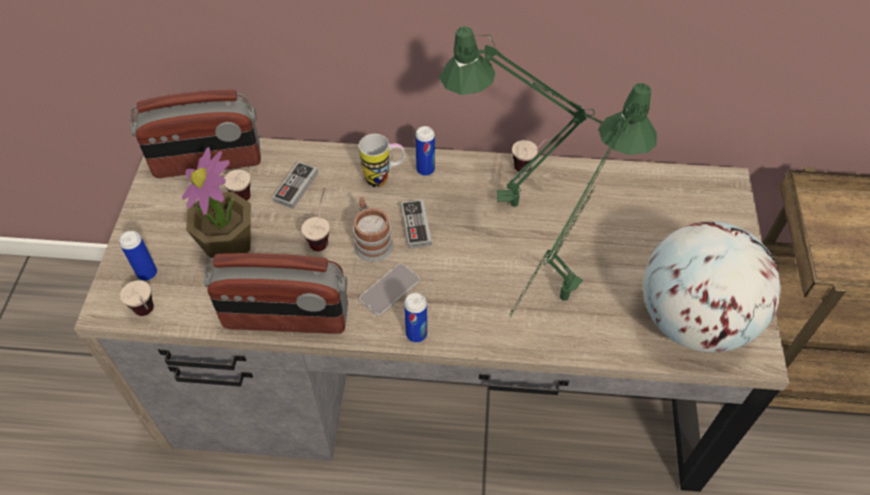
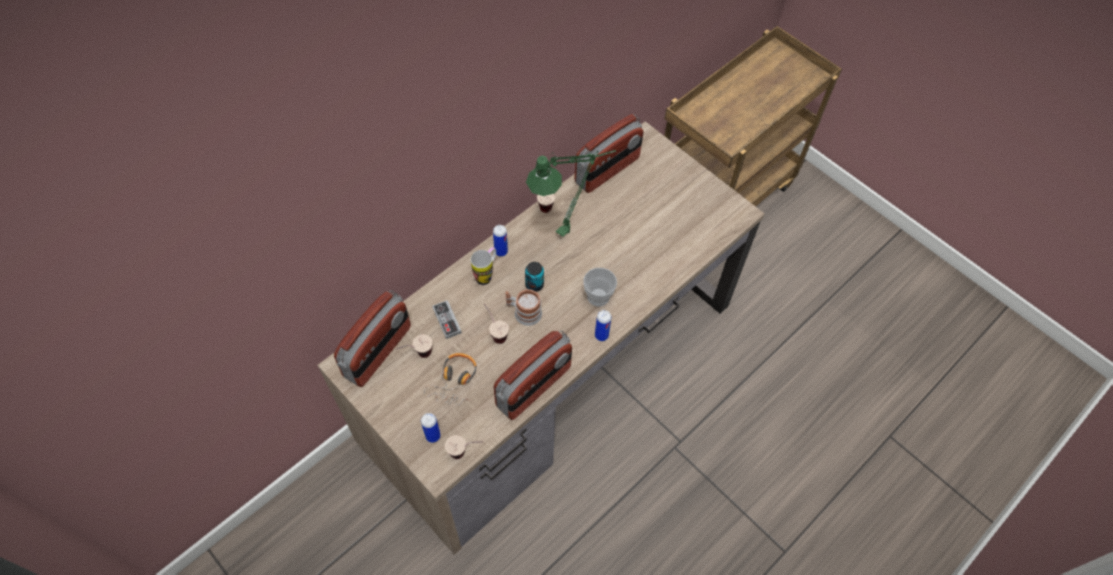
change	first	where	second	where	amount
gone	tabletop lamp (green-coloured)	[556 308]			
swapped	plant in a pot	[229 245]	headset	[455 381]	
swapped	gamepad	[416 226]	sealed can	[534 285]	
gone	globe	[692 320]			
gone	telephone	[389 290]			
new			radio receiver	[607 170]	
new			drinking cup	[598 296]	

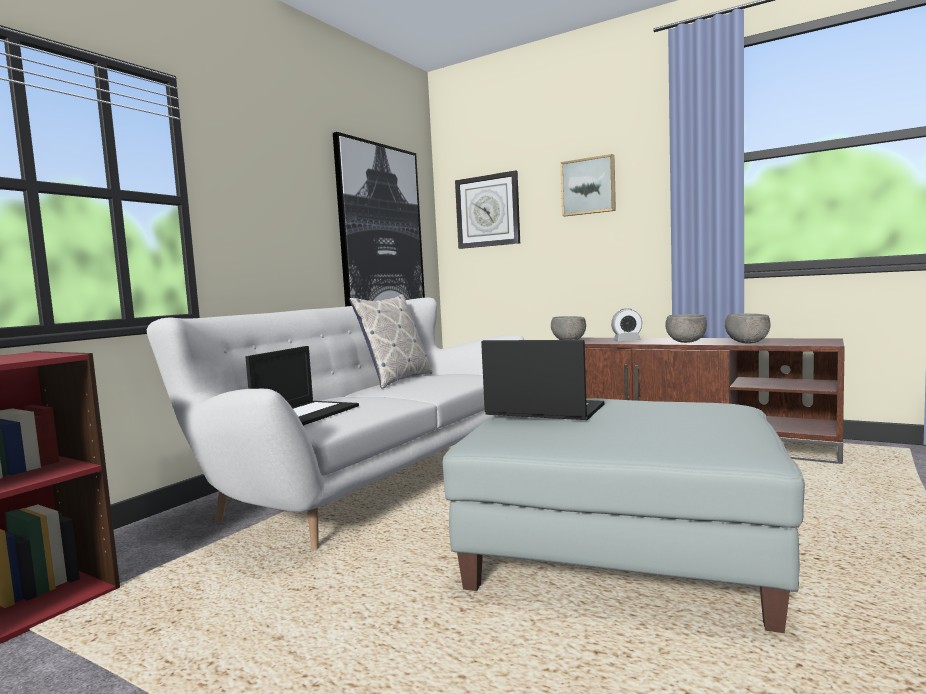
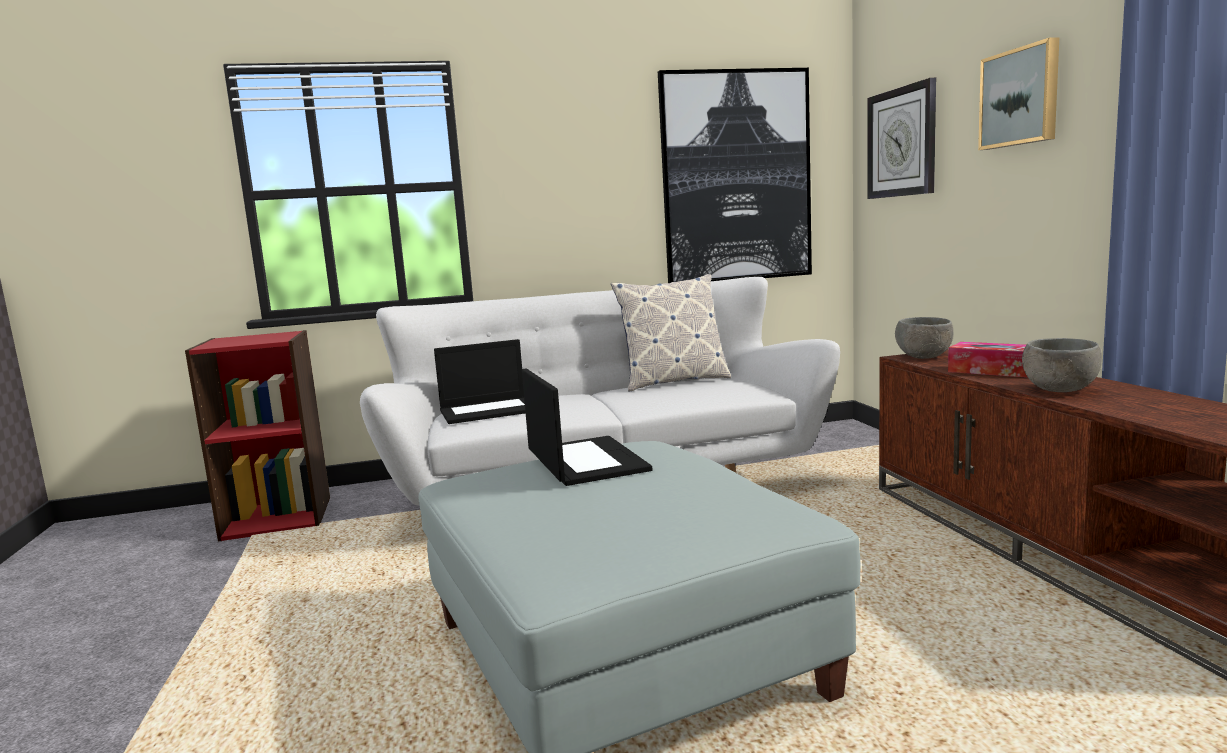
change	first	where	second	where	amount
swapped	bedside clock	[627 341]	tissue box	[992 371]	
gone	serving bowl (gray)	[747 343]			

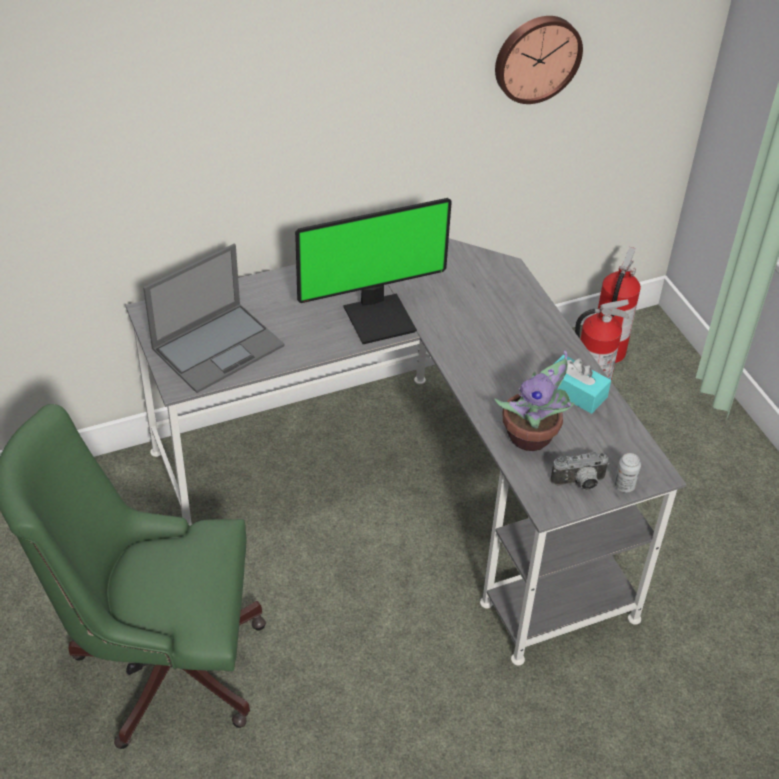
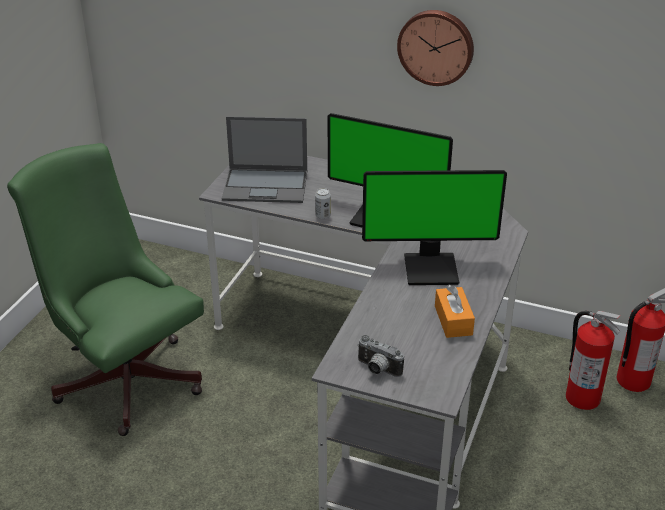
change	first	where	second	where	amount
shifted	hanging clock	[536 57]		[436 46]	
gone	plant in a pot	[532 438]			
repainted	tissue box (turquoise-coloured)	[575 392]	tissue box (orange-coloured)	[453 320]	
shifted	sealed can	[624 485]		[323 215]	
new			monitor	[431 268]	

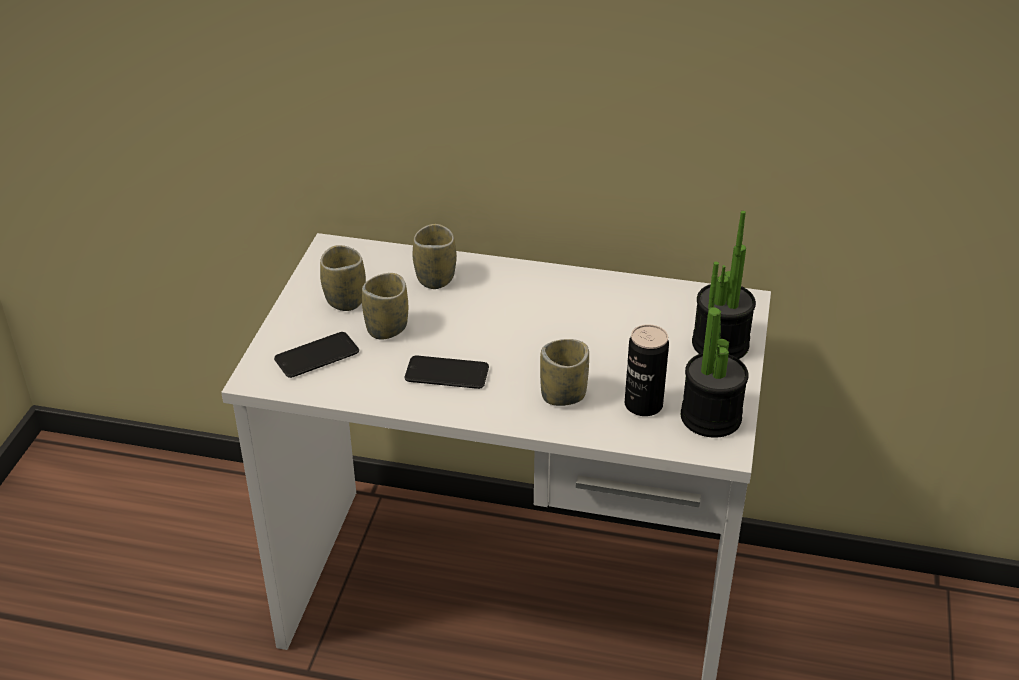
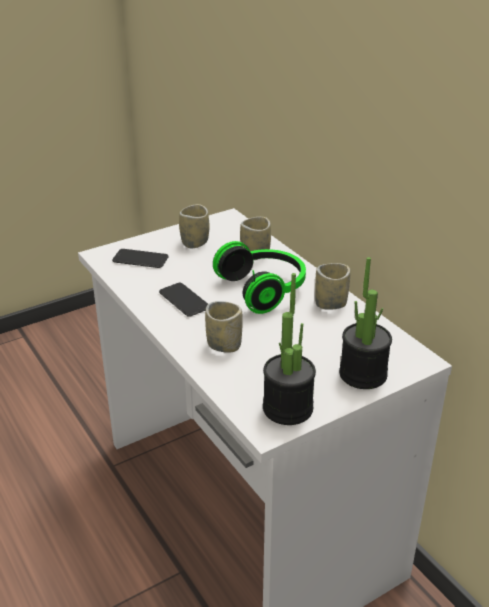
change	first	where	second	where	amount
shifted	drinking cup	[387 328]		[330 304]	
gone	sealed can	[643 405]			
new			headset	[265 289]	

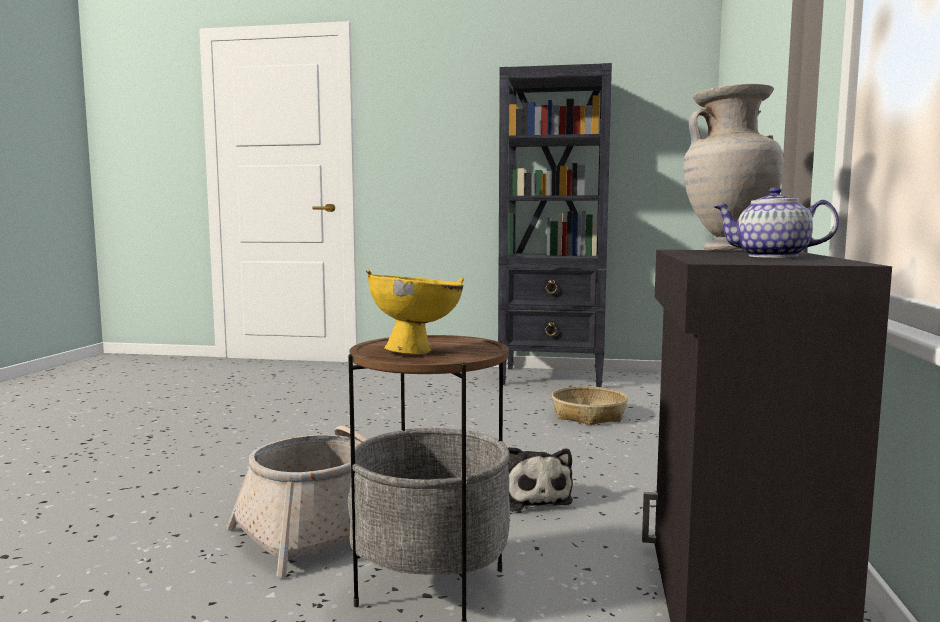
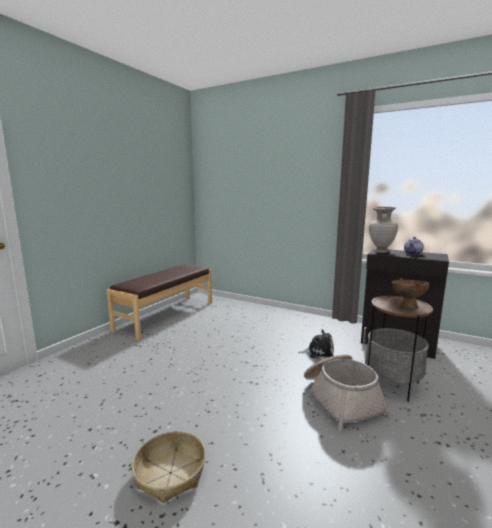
change	first	where	second	where	amount
swapped	bookcase (black)	[553 378]	bench (brown)	[166 315]	
repainted	serving bowl (yellow)	[418 351]	serving bowl (brown)	[407 306]	
shifted	household basket	[588 415]		[170 473]	

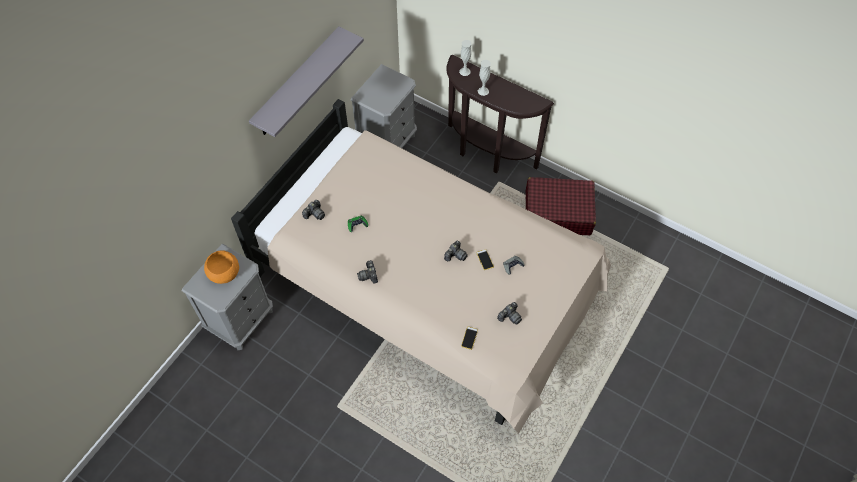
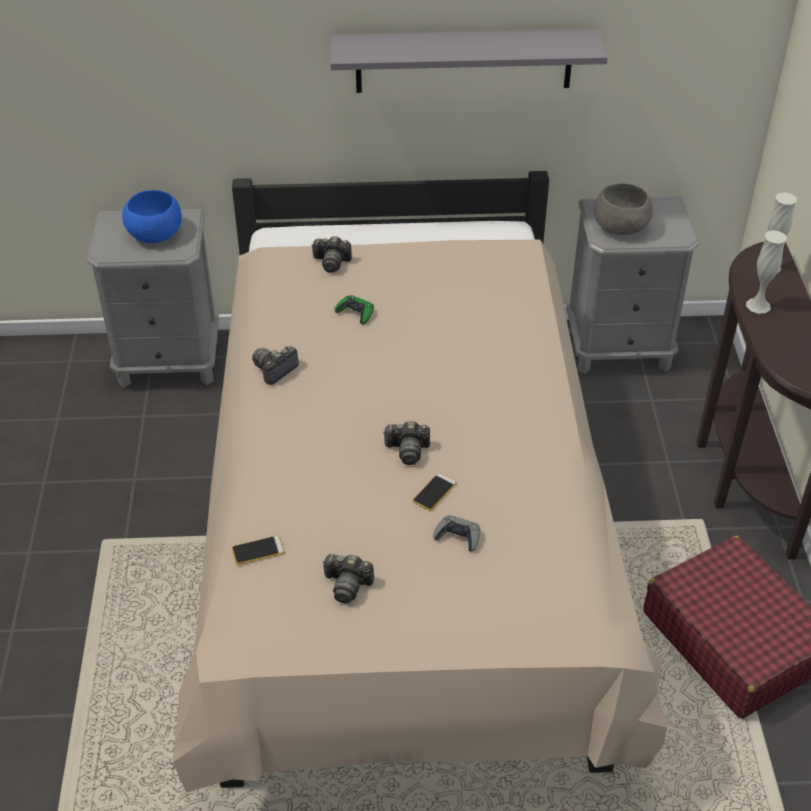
change	first	where	second	where	amount
repainted	serving bowl (orange-coloured)	[224 273]	serving bowl (blue)	[155 234]	
new			serving bowl (gray)	[621 226]	

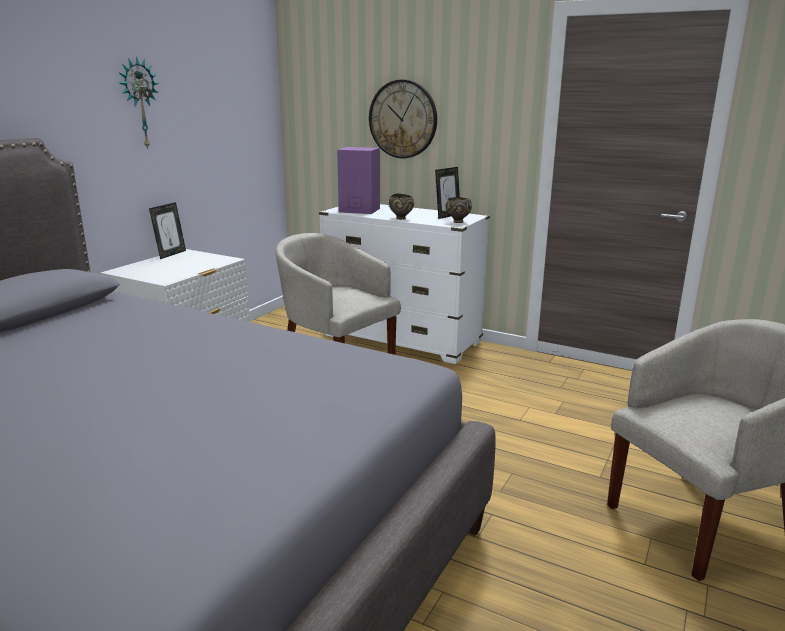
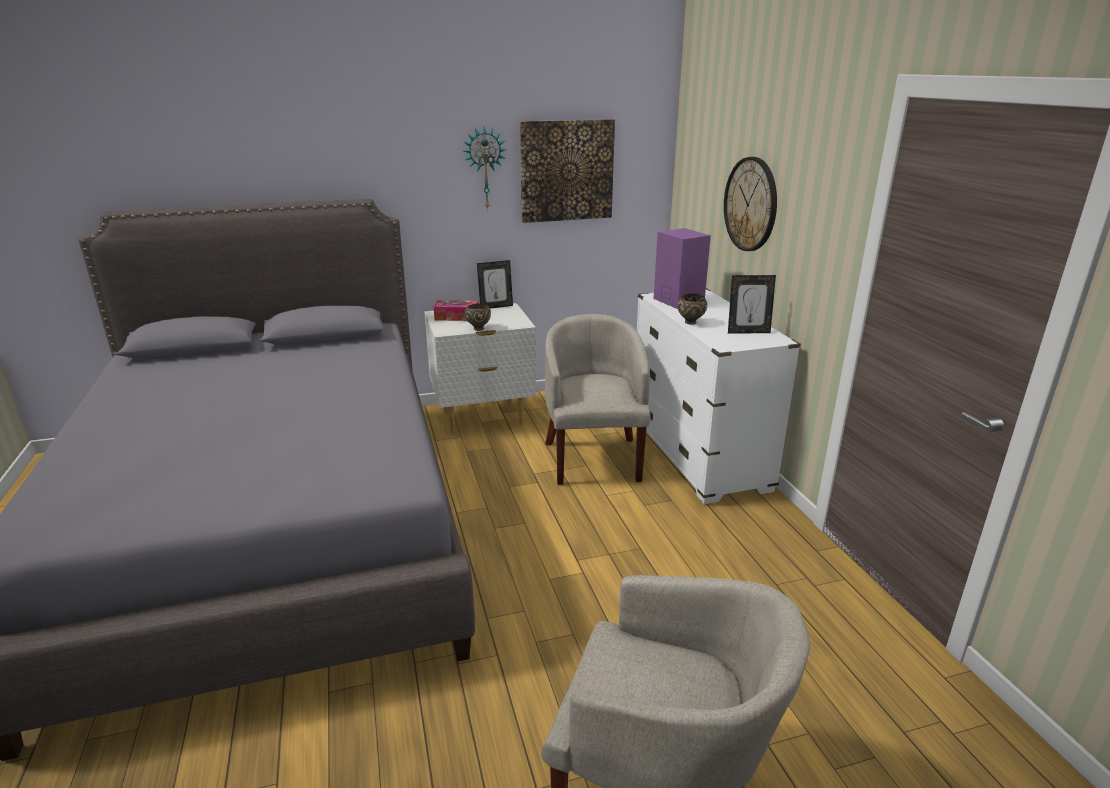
change	first	where	second	where	amount
shifted	serving bowl (brown)	[457 222]		[478 328]	
new			wall picture	[566 171]	
new			tissue box	[456 317]	

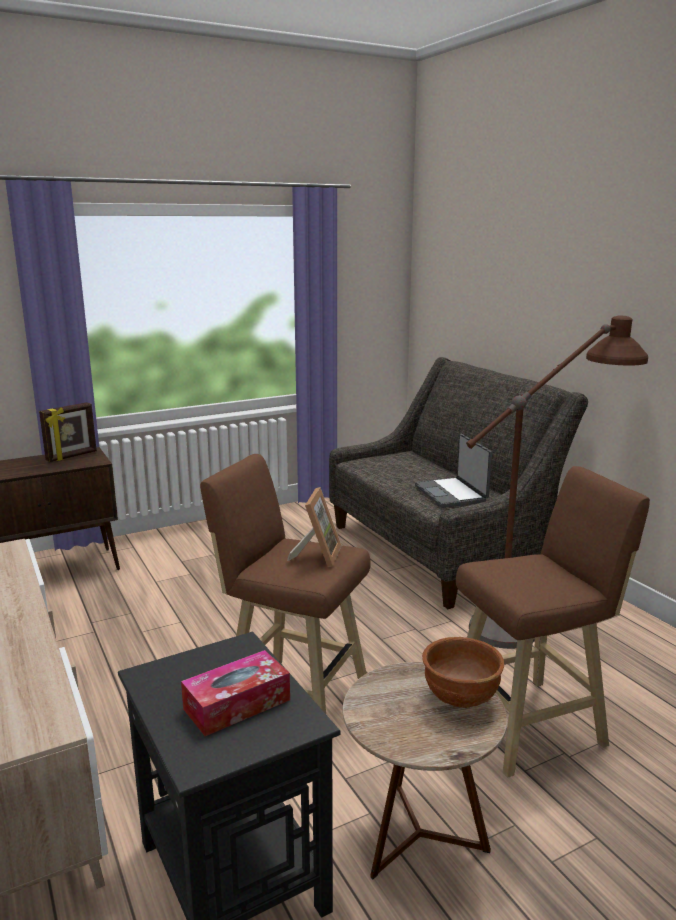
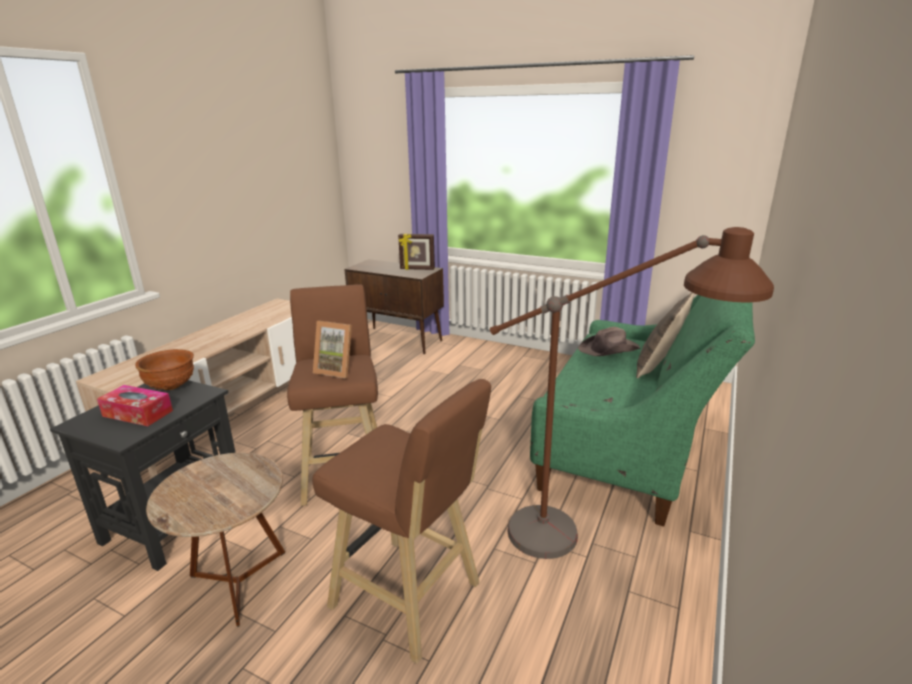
change	first	where	second	where	amount
repainted	sofa (gray)	[440 549]	sofa (green-coloured)	[634 448]	
gone	laptop	[451 494]			
rotated	picture frame	[317 555]		[337 370]	45 degrees clockwise
shifted	serving bowl (brown)	[460 698]		[172 386]	
new			cushion	[659 367]	
new			wearable hat (brown)	[609 349]	

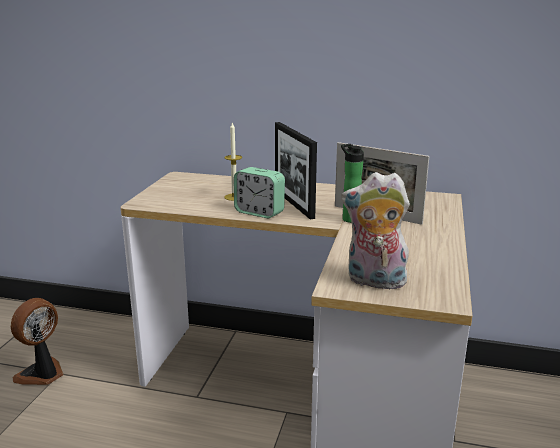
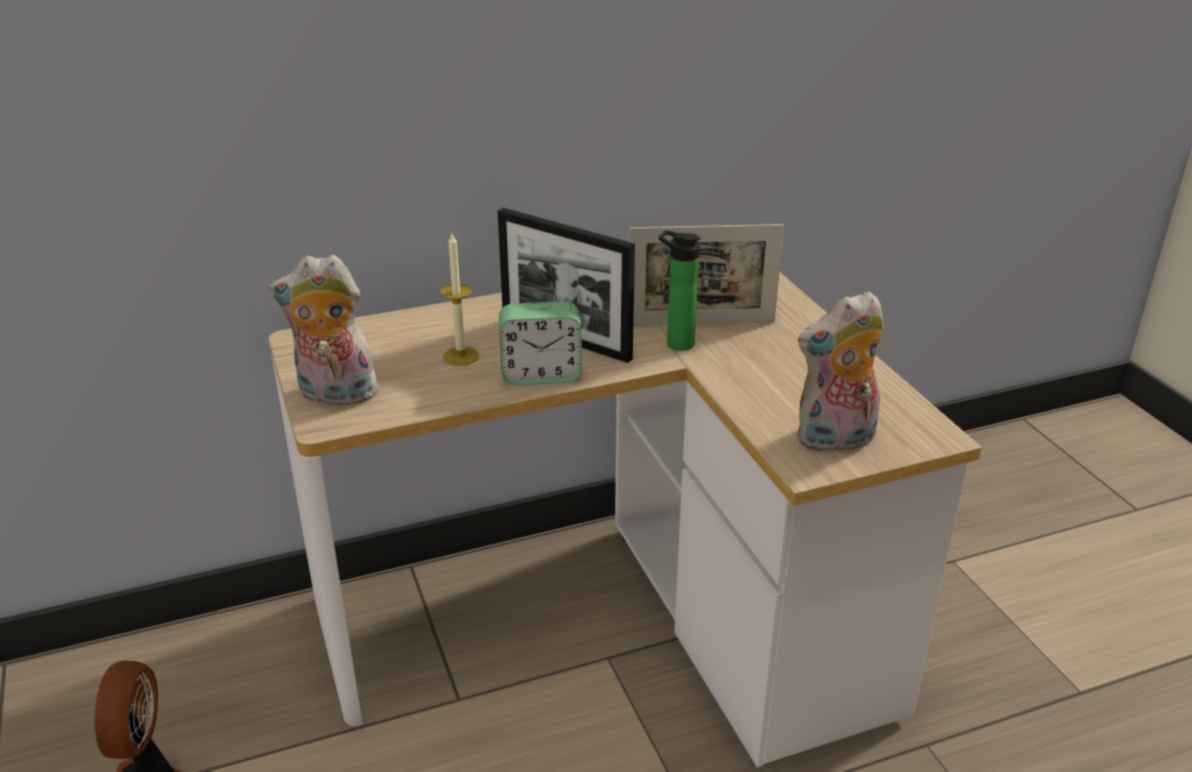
change	first	where	second	where	amount
new			cuddly toy	[334 395]	

